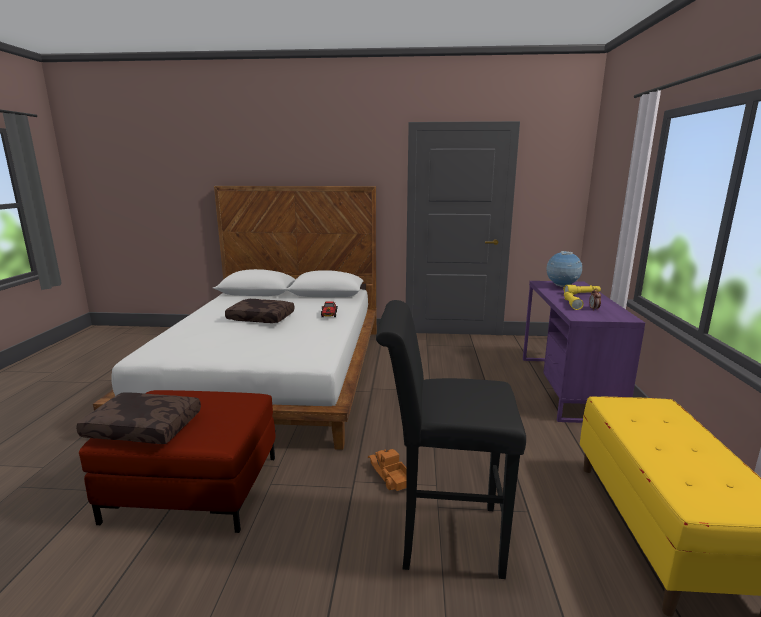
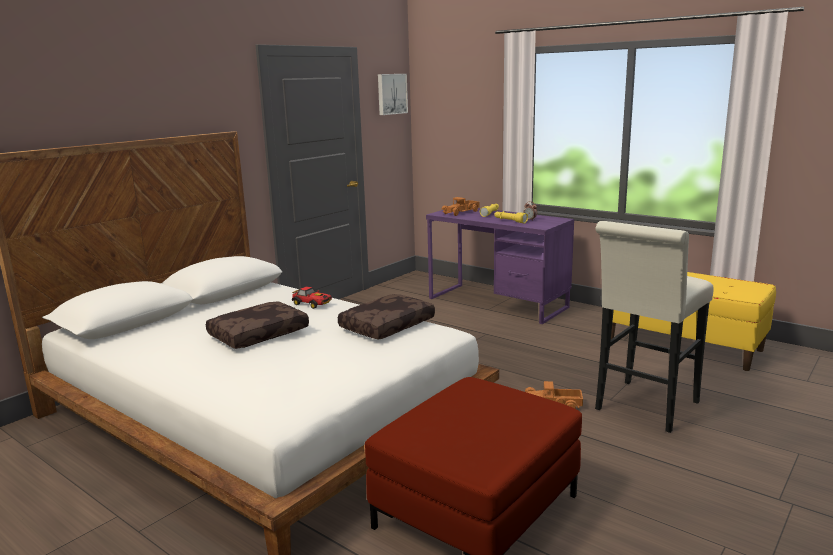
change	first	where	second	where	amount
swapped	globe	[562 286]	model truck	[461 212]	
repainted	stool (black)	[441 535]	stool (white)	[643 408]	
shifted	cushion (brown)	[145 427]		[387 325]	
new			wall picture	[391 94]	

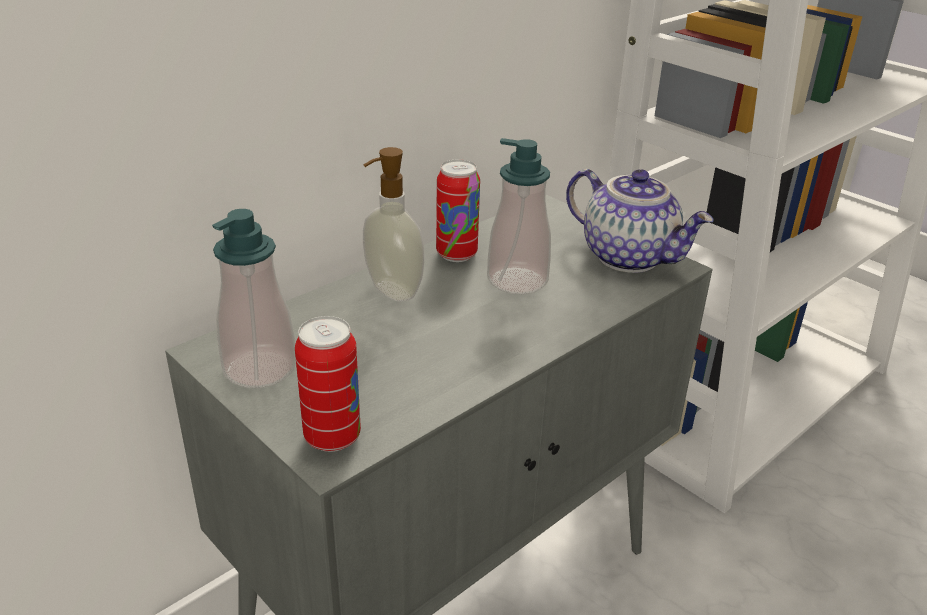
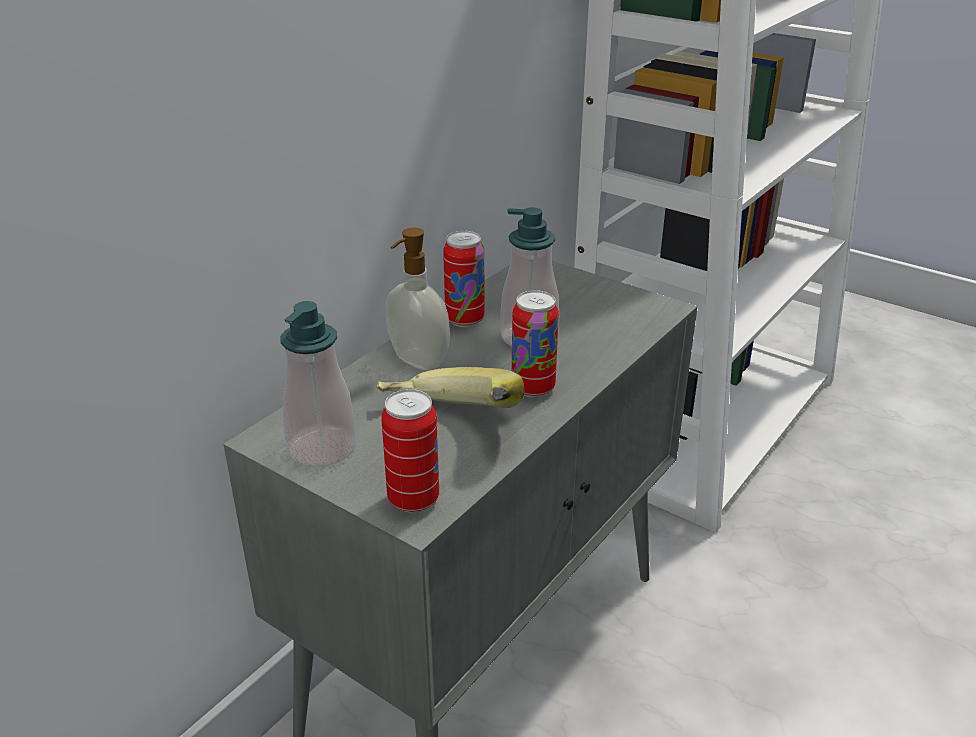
change	first	where	second	where	amount
gone	teapot	[630 257]			
new			sealed can	[533 388]	
new			banana fruit	[449 424]	

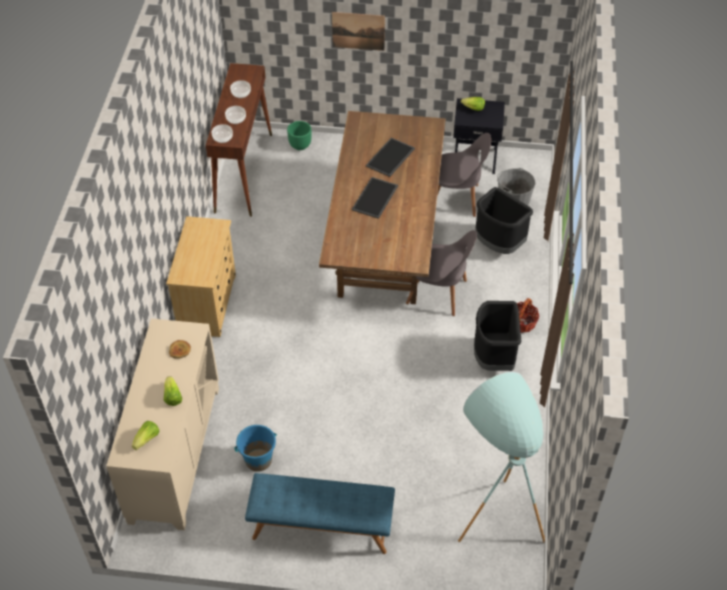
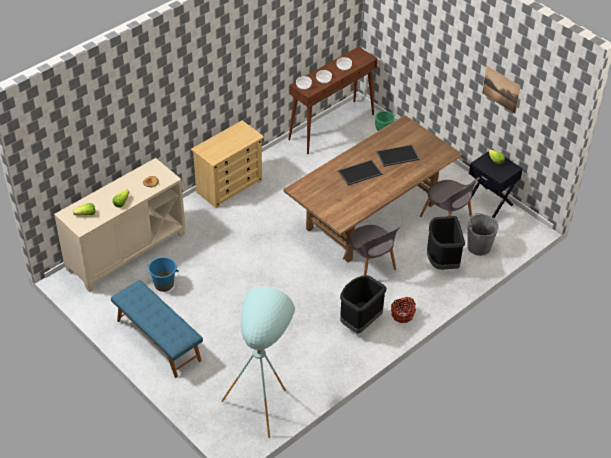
change	first	where	second	where	amount
shifted	wall picture	[358 31]		[501 89]	

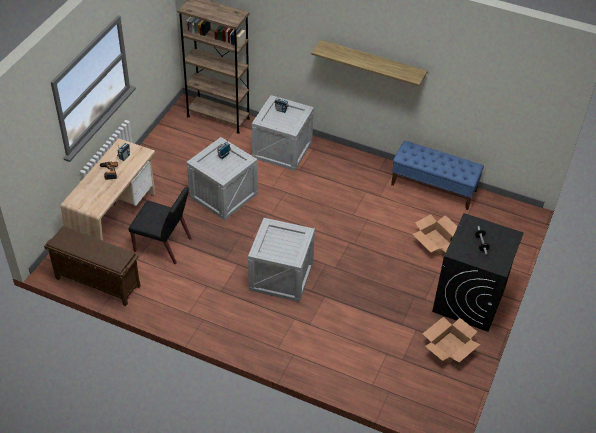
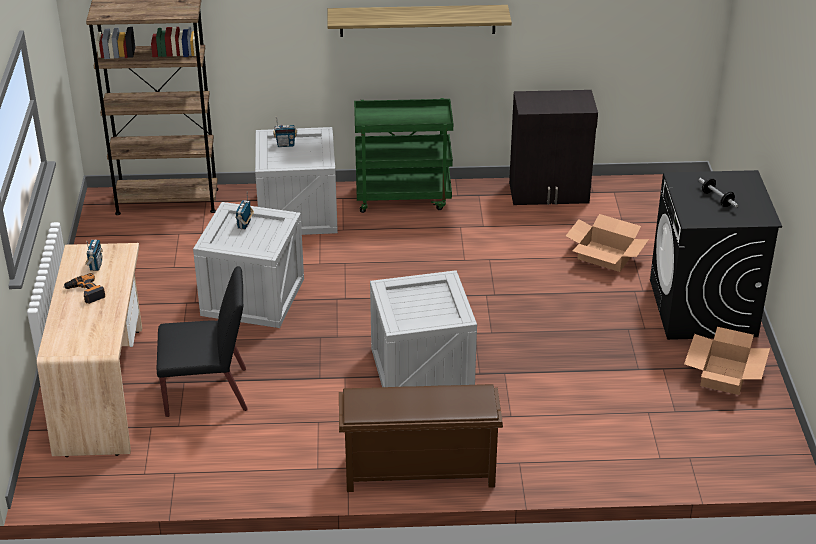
change	first	where	second	where	amount
swapped	bench (blue)	[434 188]	cupboard (black)	[549 193]	
shifted	shoe stand (brown)	[96 282]		[418 472]	
new			cart (green-coloured)	[404 197]	

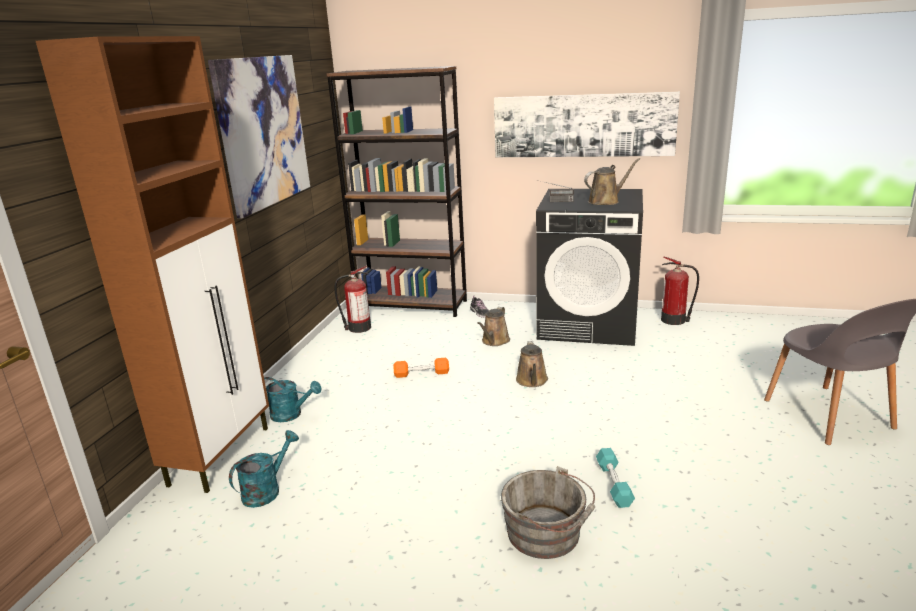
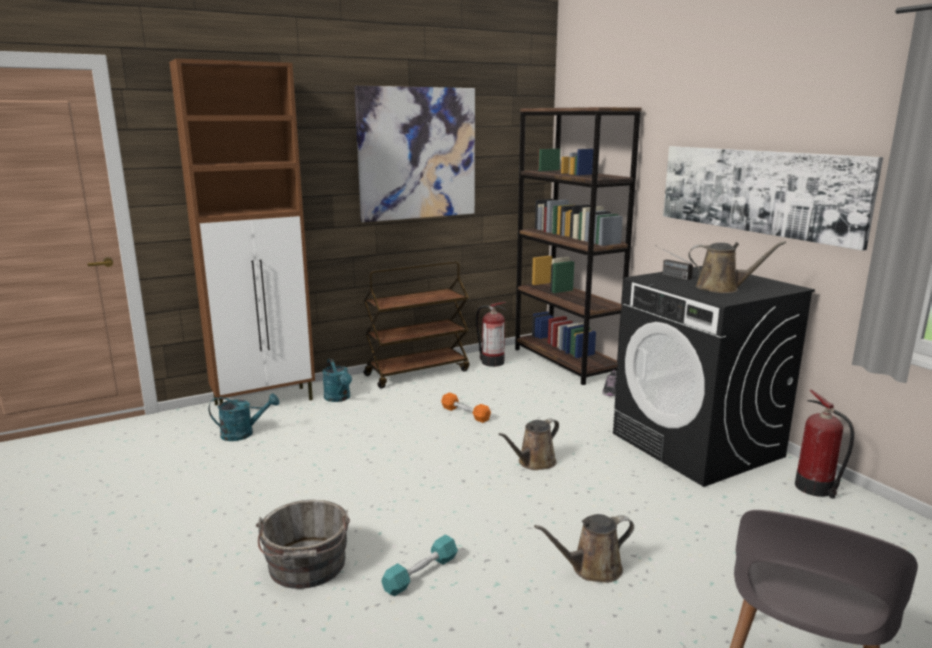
change	first	where	second	where	amount
shifted	watering pot (brown)	[494 341]		[592 569]	
new			cart (brown)	[417 372]	

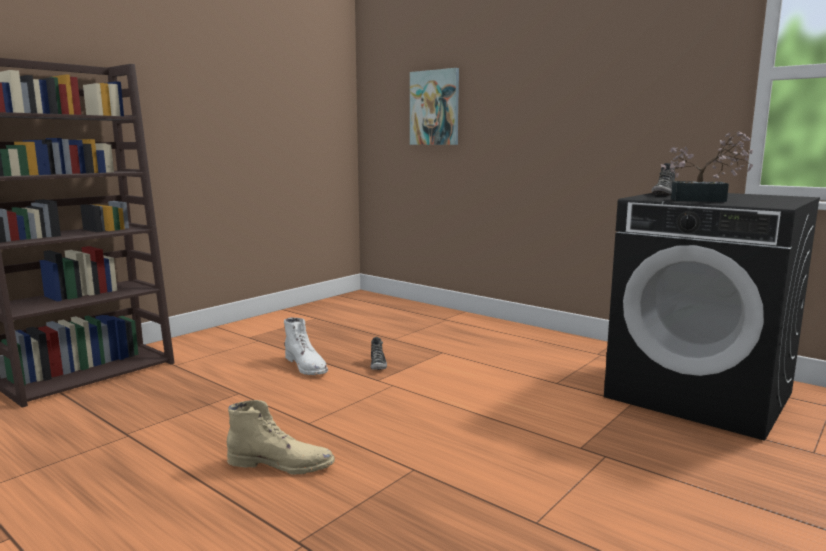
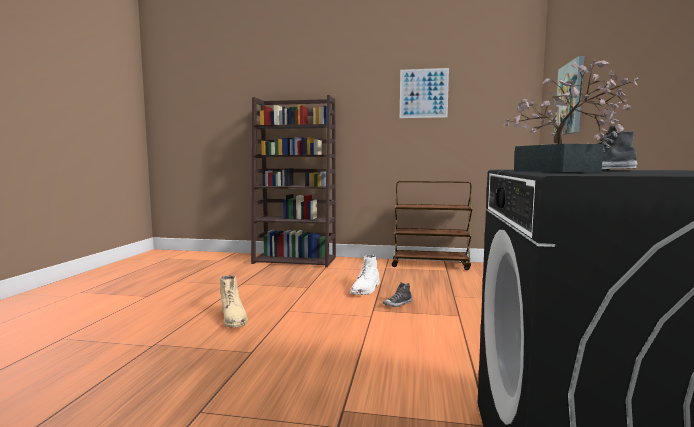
change	first	where	second	where	amount
new			wall picture	[423 93]	
new			cart (brown)	[431 264]	

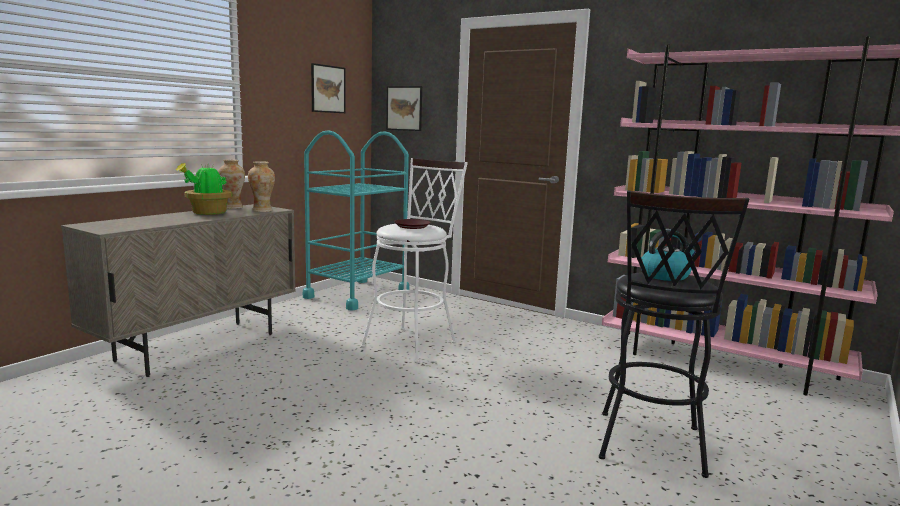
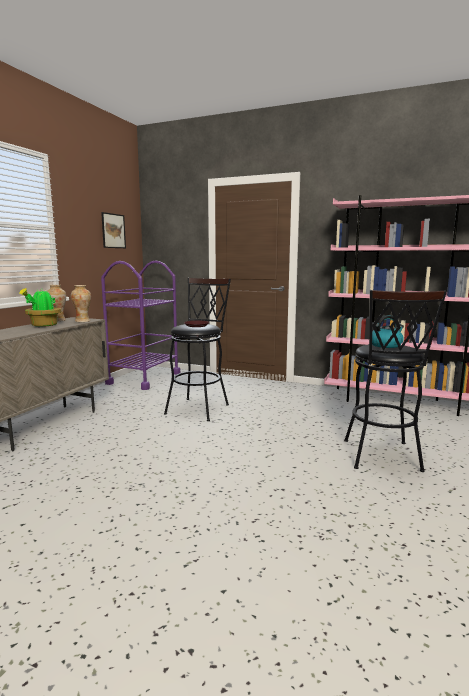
change	first	where	second	where	amount
gone	wall picture	[404 108]			
repainted	cart (turquoise-coloured)	[357 294]	cart (purple-coloured)	[144 378]	
repainted	stool (white)	[414 342]	stool (black)	[200 407]	

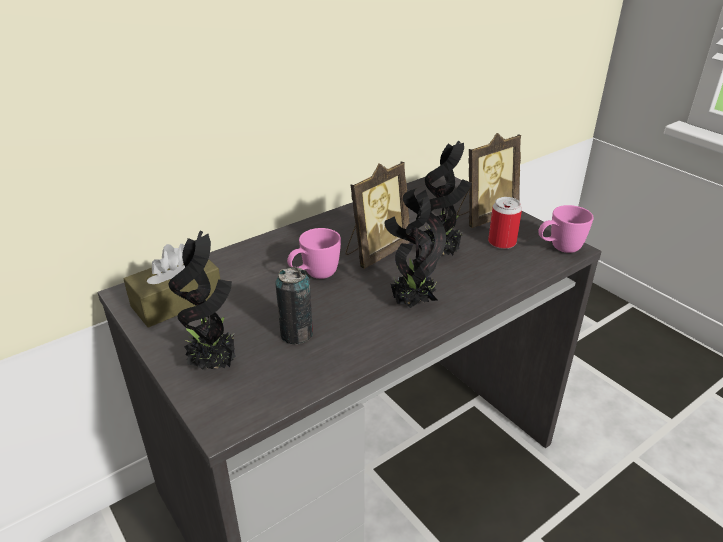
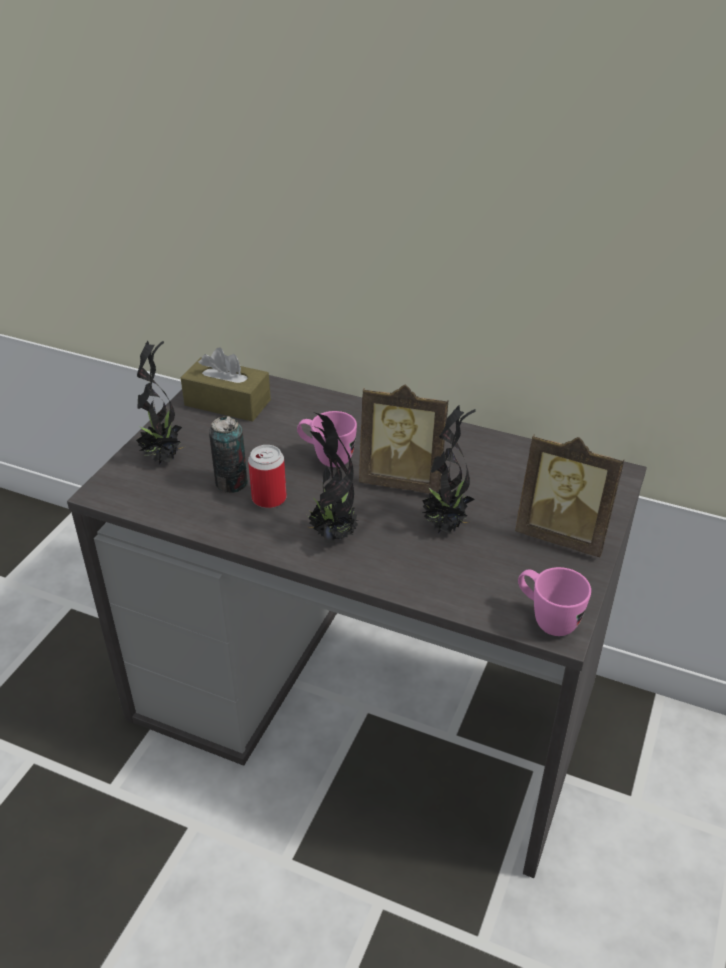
change	first	where	second	where	amount
shifted	sealed can	[502 242]		[269 498]	

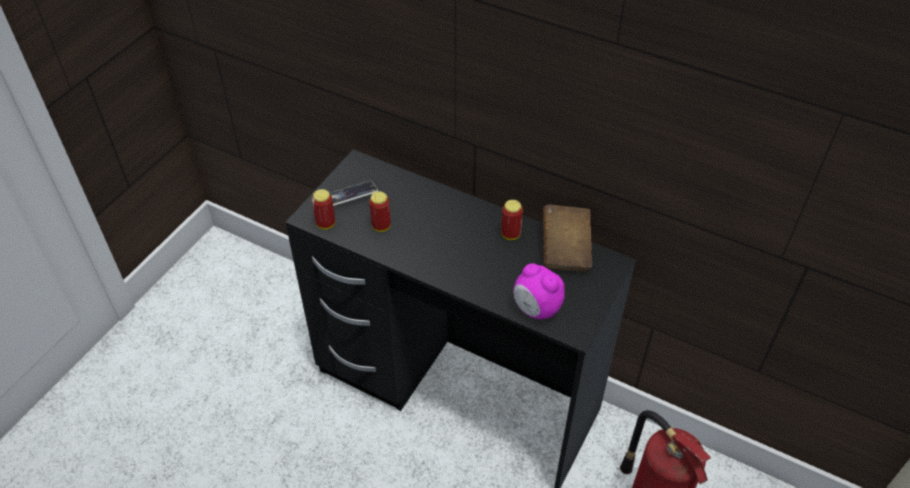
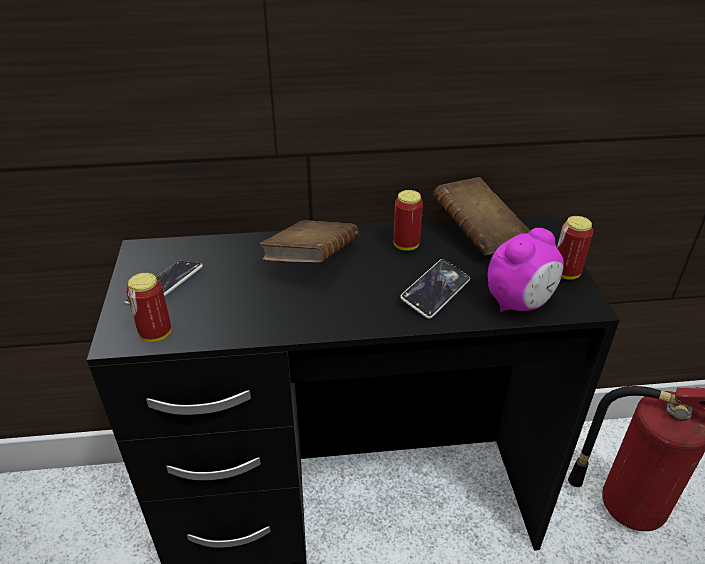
change	first	where	second	where	amount
shifted	sealed can	[381 226]		[565 273]	
rotated	bedside clock	[536 309]		[519 303]	45 degrees counterclockwise
new			book (brown)	[312 261]	
new			telephone	[435 292]	

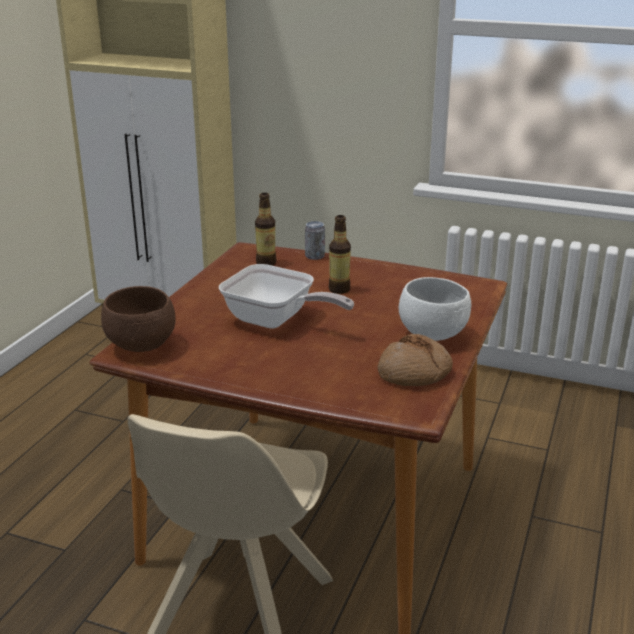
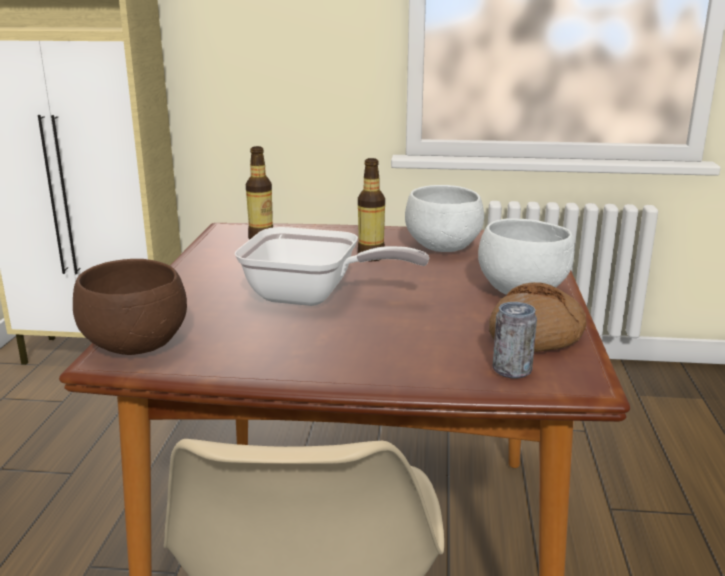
change	first	where	second	where	amount
shifted	sealed can	[314 256]		[512 370]	
new			serving bowl (white)	[445 248]	

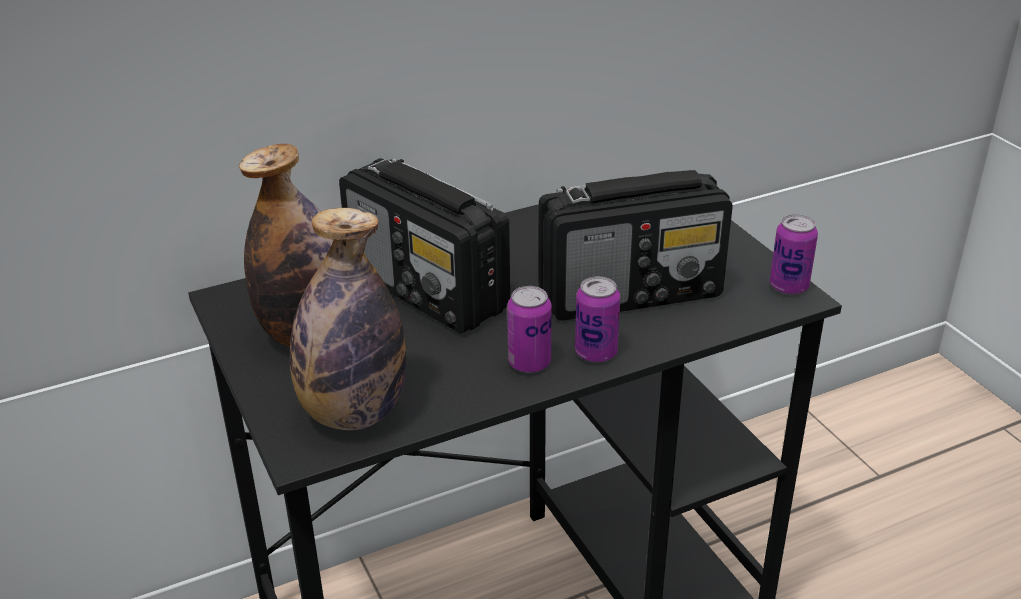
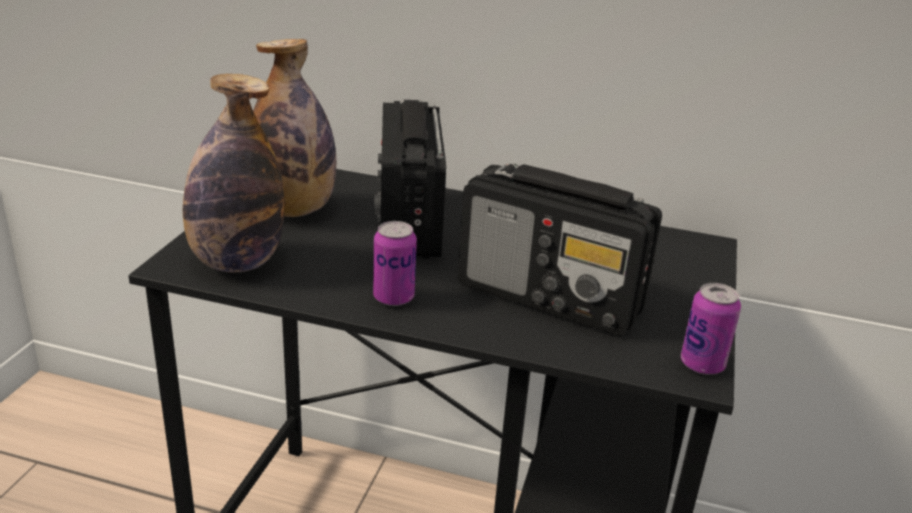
change	first	where	second	where	amount
gone	sealed can	[596 353]			

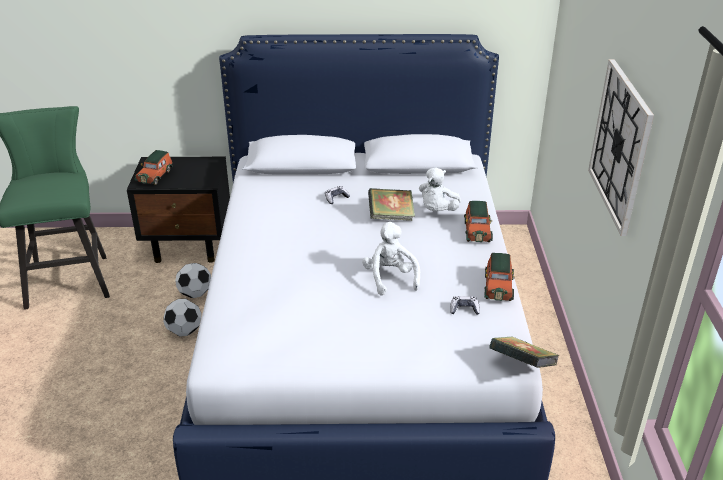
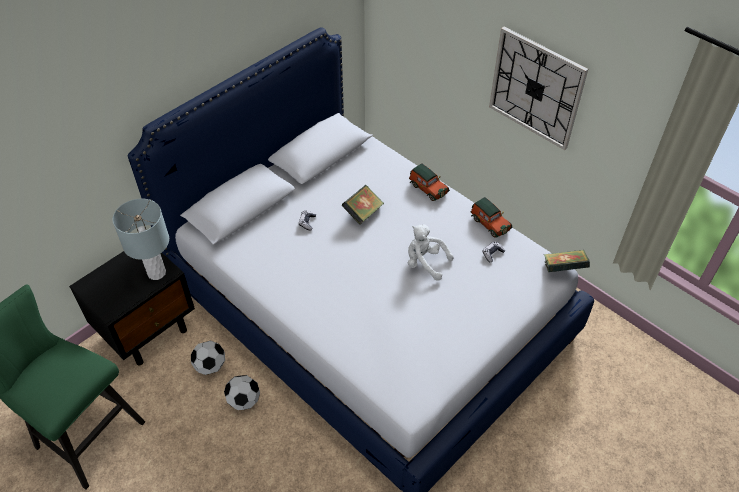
change	first	where	second	where	amount
gone	model car	[155 175]			
gone	cuddly toy (white)	[437 210]			
new			tabletop lamp (gray)	[156 273]	

